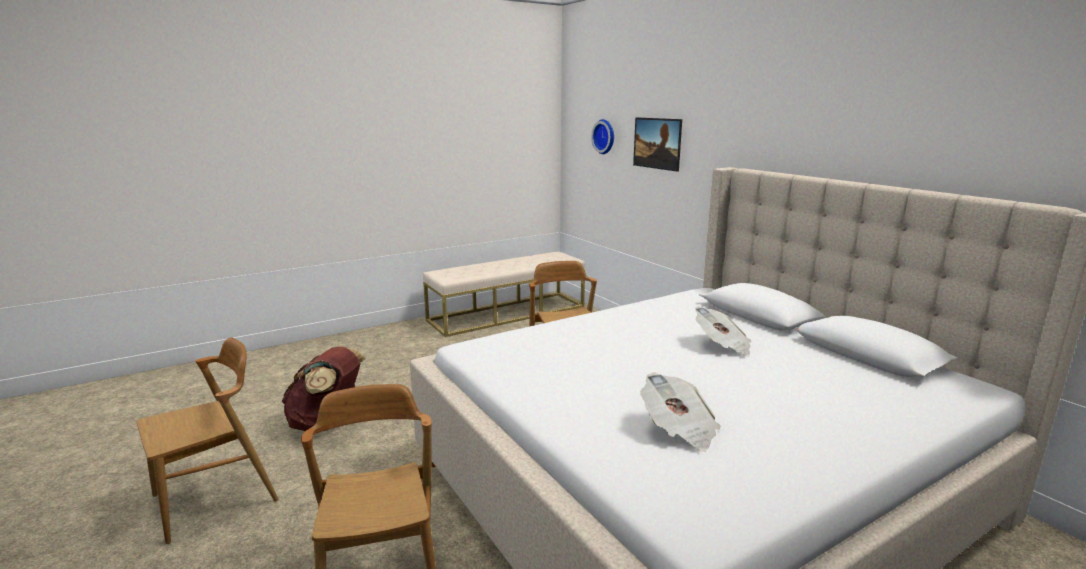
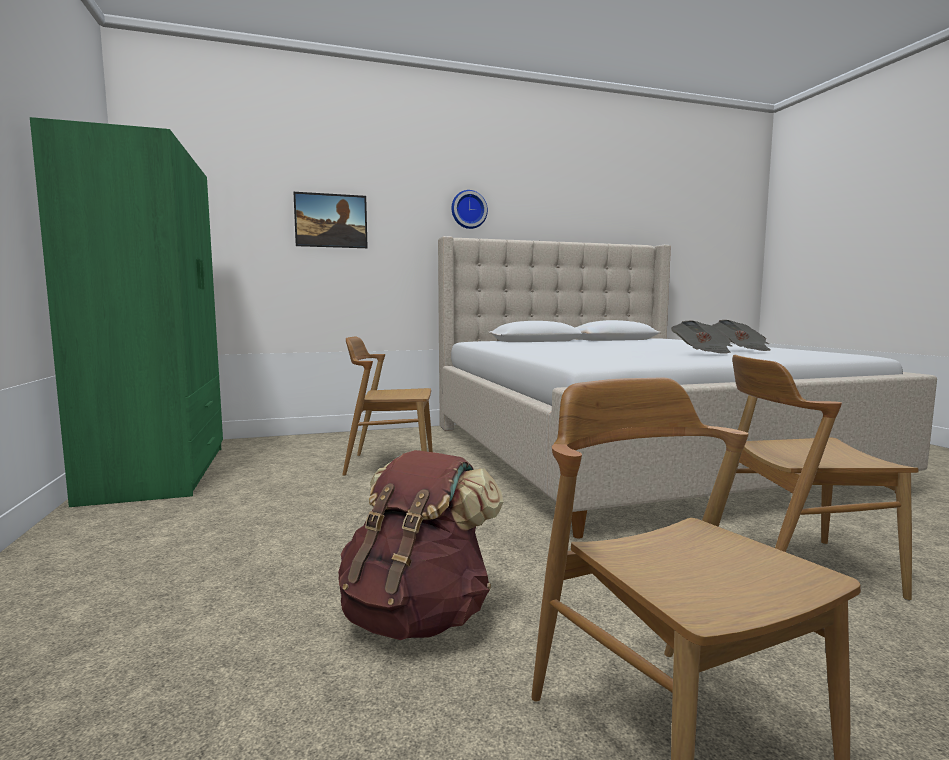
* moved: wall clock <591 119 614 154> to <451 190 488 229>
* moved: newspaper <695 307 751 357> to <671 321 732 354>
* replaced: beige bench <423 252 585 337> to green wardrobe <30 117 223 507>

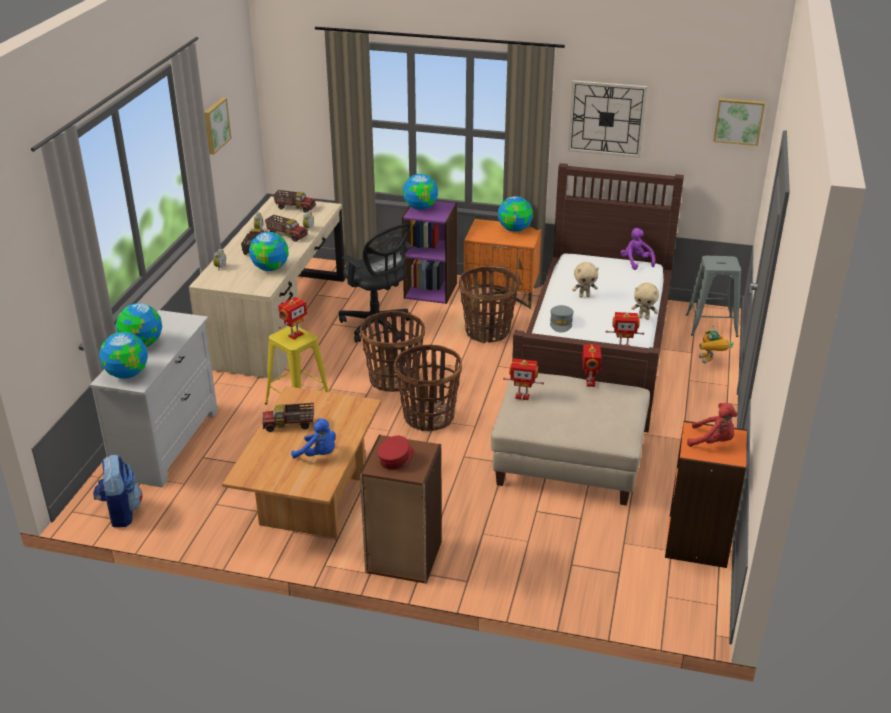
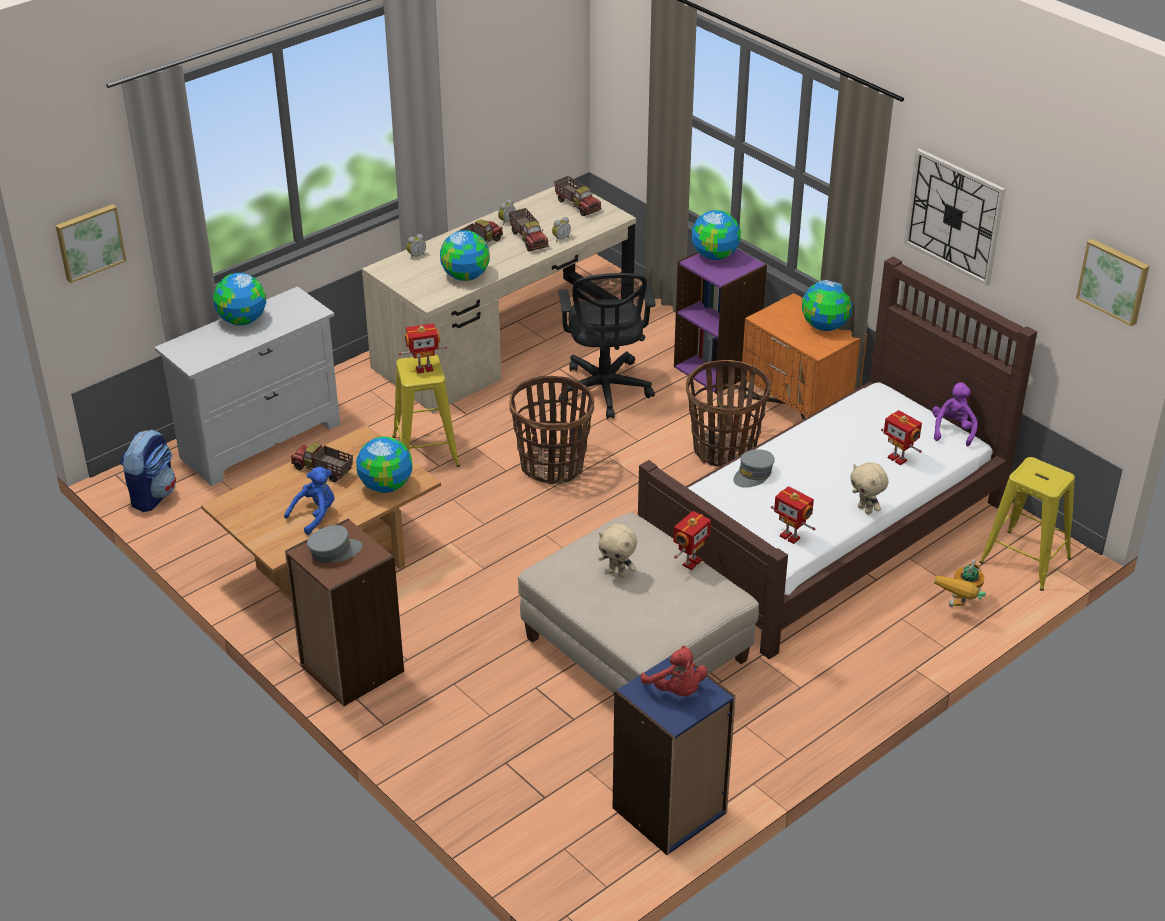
* removed: basket <394 344 462 431>
* moved: globe <99 332 148 379> to <356 437 412 493>
* moved: picture <204 98 231 154> to <55 204 126 283>
* moved: toy robot <503 358 544 400> to <881 410 922 465>
* moved: beige plush toy <572 262 599 298> to <598 524 637 577>
* recoloured: red cap <378 436 414 470> to grey cap <307 525 362 563>
* recoloured: orange bookcase <665 421 747 568> to blue bookcase <613 656 736 855>
* recoloured: grey stool <686 255 741 337> to yellow stool <979 457 1075 591>
* turned: blue plush toy <291 418 336 459> = <284 467 334 535> 105 degrees counterclockwise

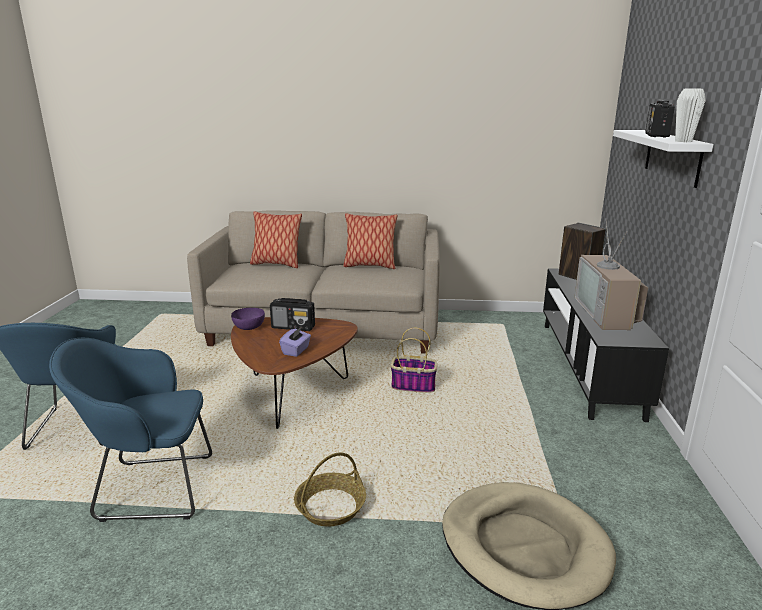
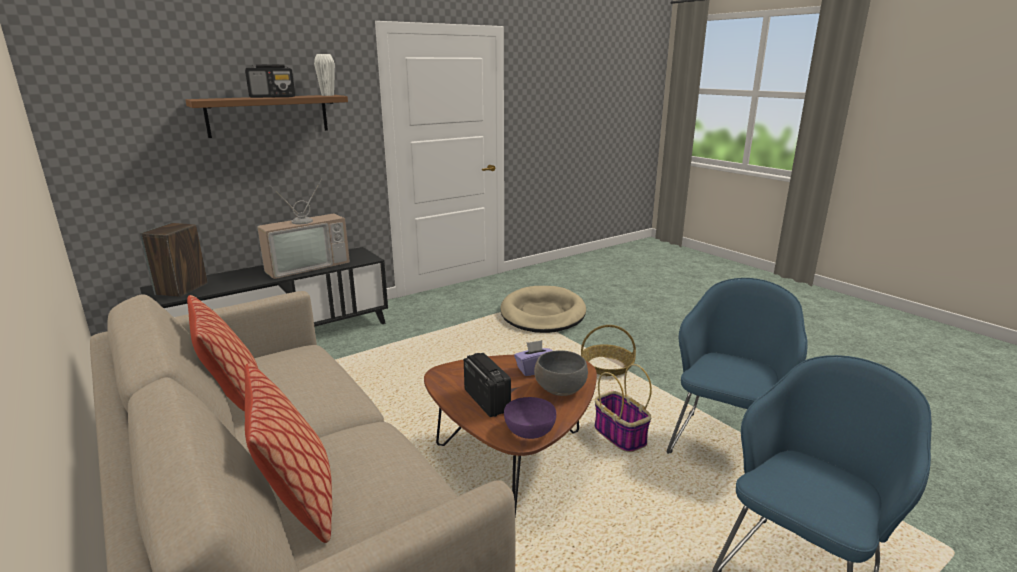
* added: grey bowl <534 350 588 396>
* moved: basket <391 328 437 393> to <594 364 652 452>
* recoloured: white shelf <613 130 714 188> to brown shelf <185 95 348 138>
* turned: blue armchair <49 338 212 522> = <667 278 807 454> 105 degrees counterclockwise

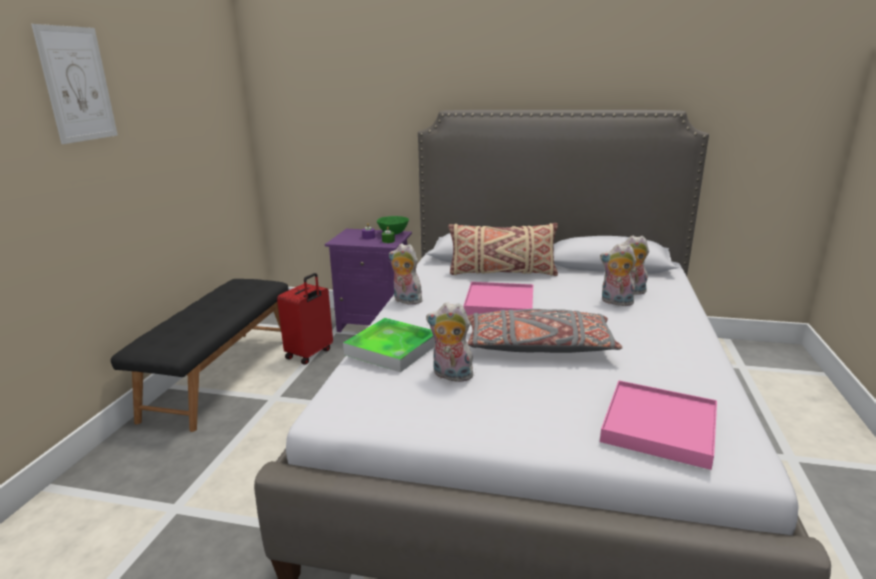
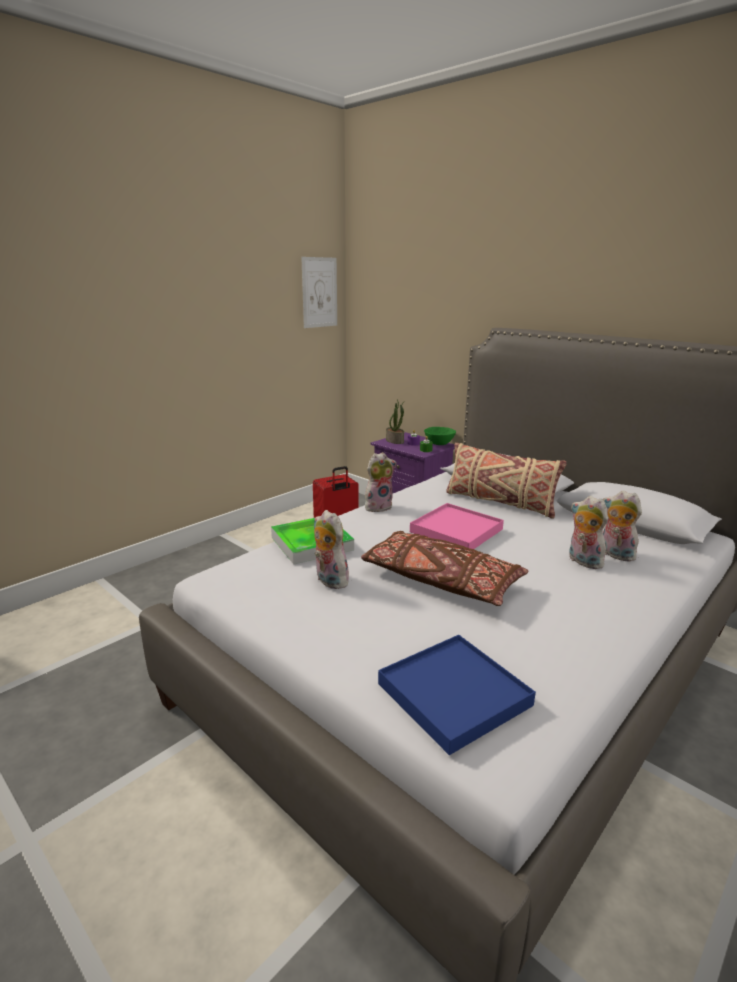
* removed: black bench <111 279 289 432>
* added: potted plant <386 399 405 444>
* moved: picture <31 24 118 144> to <301 257 337 328>
* recoloured: grey pillow <468 309 622 353> to brown pillow <361 531 528 606>
* recoloured: pink tray <600 380 717 470> to blue tray <378 635 536 755>
* turned: plush toy <389 243 422 305> = <365 452 397 512> 90 degrees clockwise

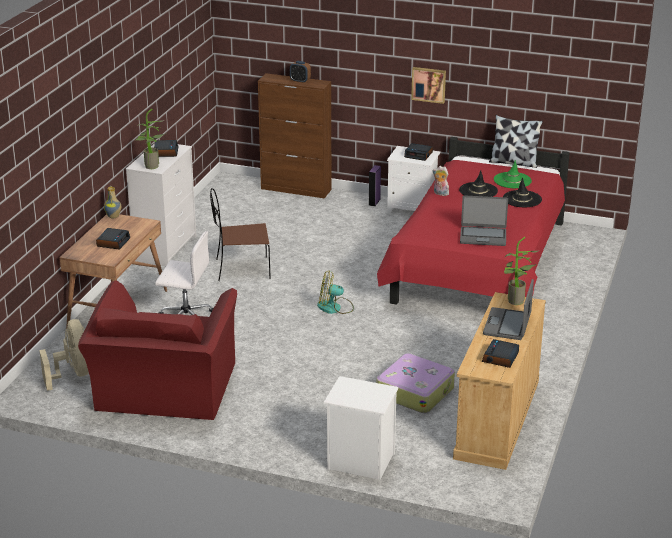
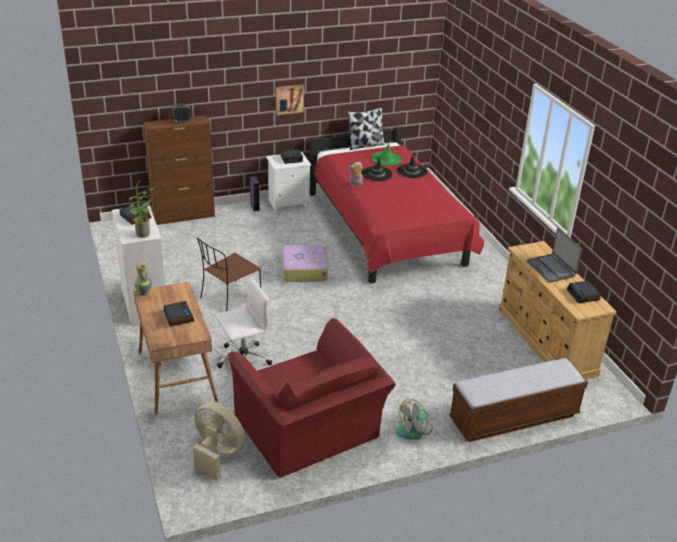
* removed: laptop <460 195 508 246>
* removed: potted plant <504 237 540 305>
* moved: fan <317 271 354 314> to <396 399 433 440>
* moved: suitcase <377 353 455 413> to <282 245 328 282>
* replaced: white nightstand <324 376 398 480> to bench <449 358 588 442>

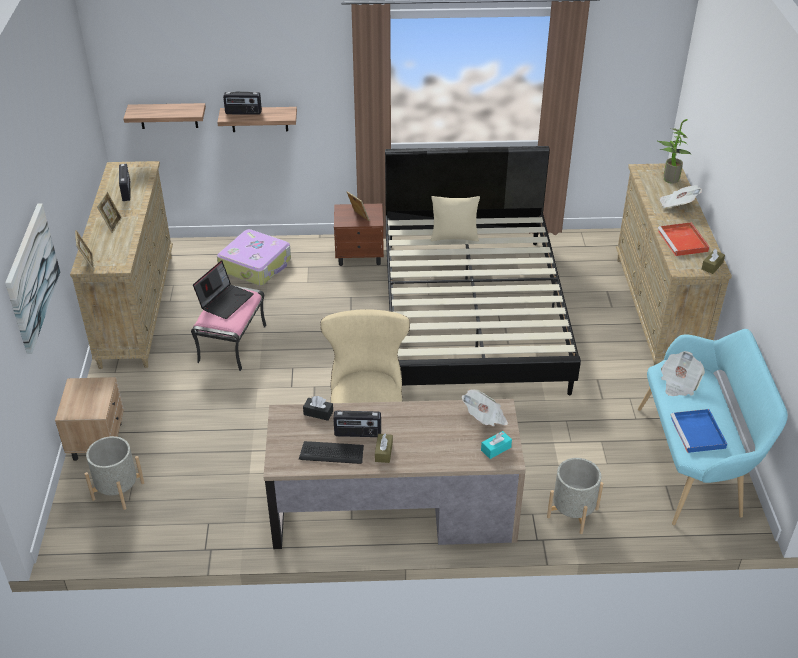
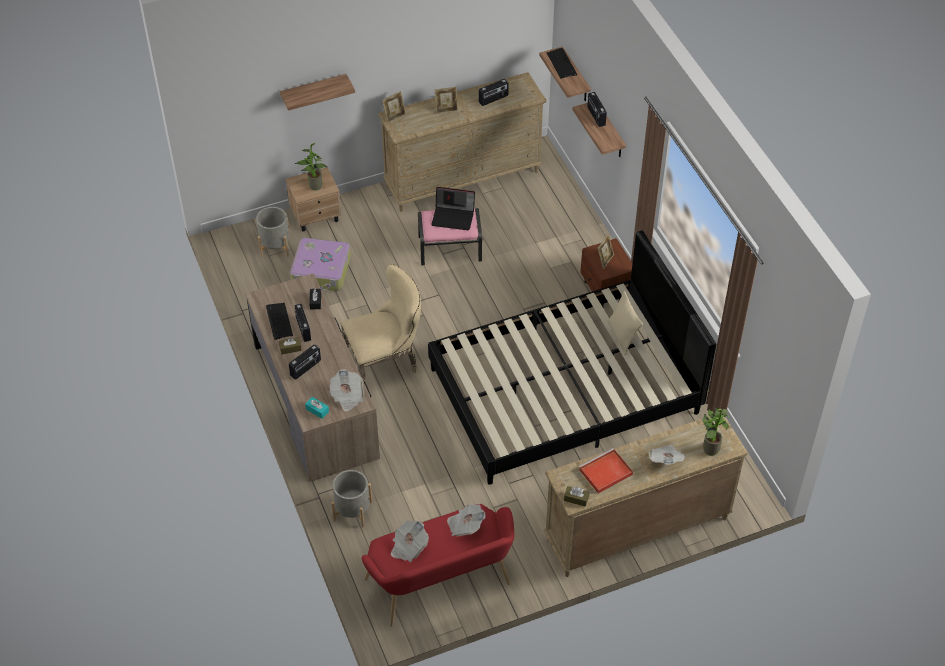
* added: radio <289 344 321 380>
* added: potted plant <295 143 327 191>
* added: keyboard <547 48 577 79>
* moved: suitcase <217 229 291 286> to <290 238 351 291>
* replaced: picture <5 203 60 354> to shelf <280 74 355 111>
* replaced: blue tray <670 409 727 453> to newspaper <391 521 429 562>
* recoloured: turquoise bench <638 329 788 525> to red bench <362 504 514 627>

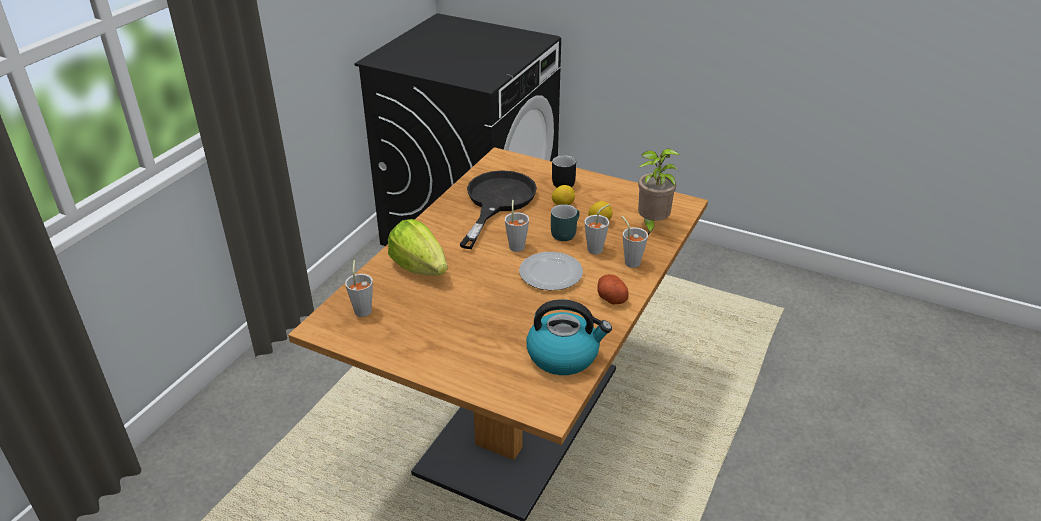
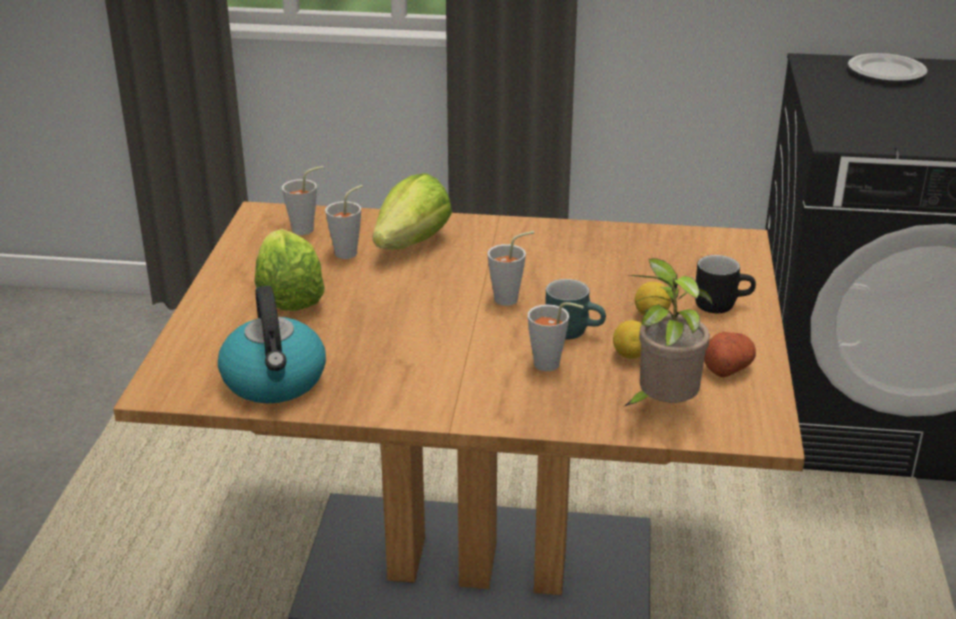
* removed: black frying pan <460 170 537 249>
* added: lettuce <255 229 325 311>
* moved: plate <519 252 583 290> to <848 53 928 82>
* moved: potato <597 274 629 304> to <704 332 756 378>
* moved: grey cup <622 216 648 268> to <325 185 363 259>

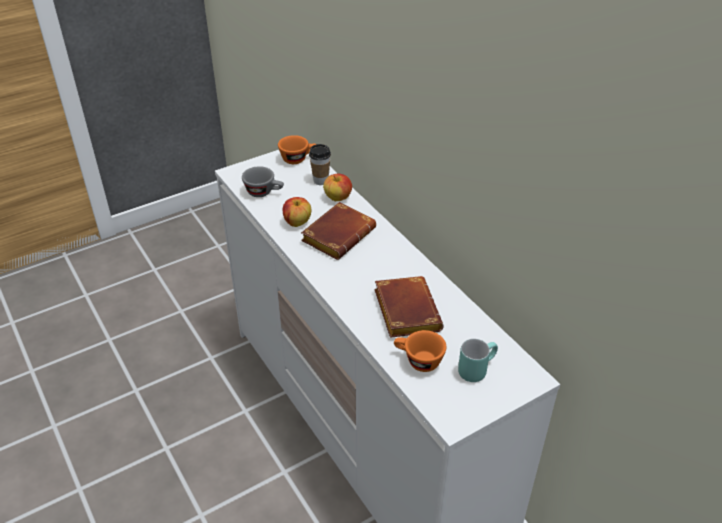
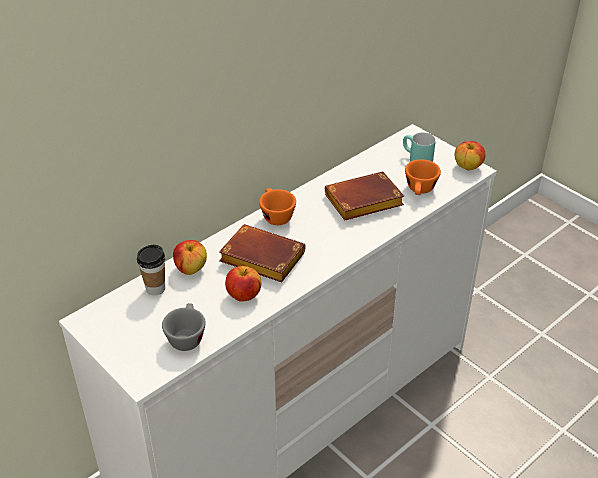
* added: apple <455 141 485 170>
* moved: orange cup <278 135 316 164> to <259 188 296 225>

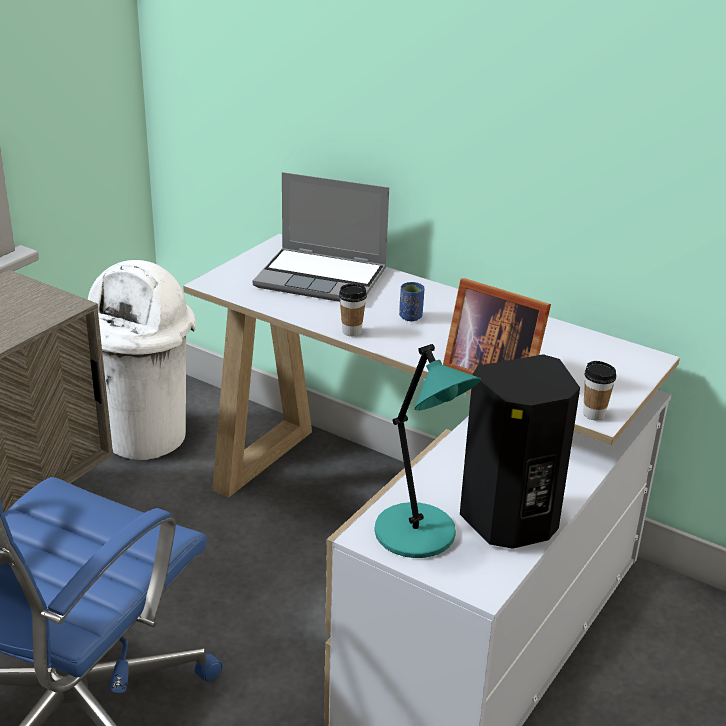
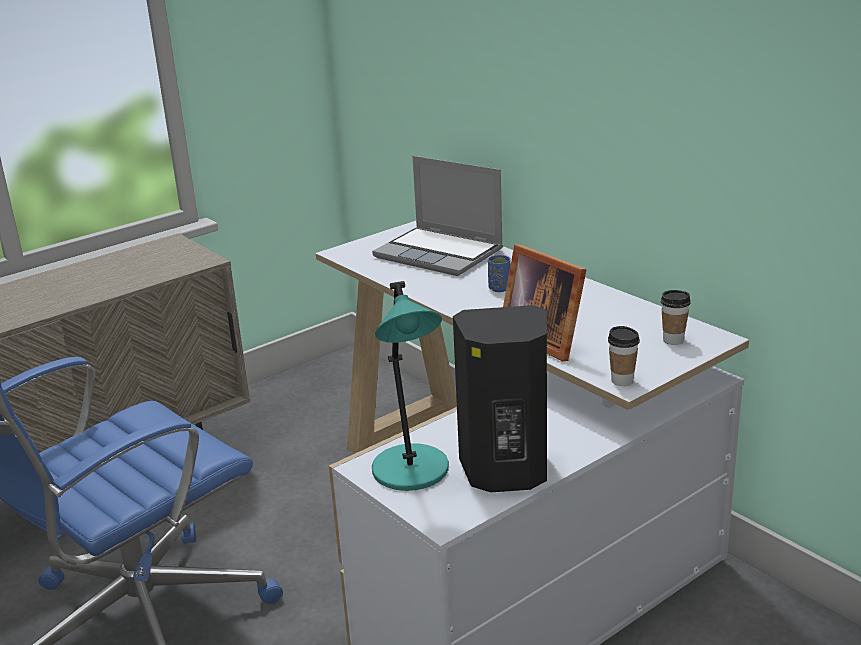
* removed: white trash can <87 260 196 460>
* moved: cup <339 284 367 336> to <661 290 691 345>

